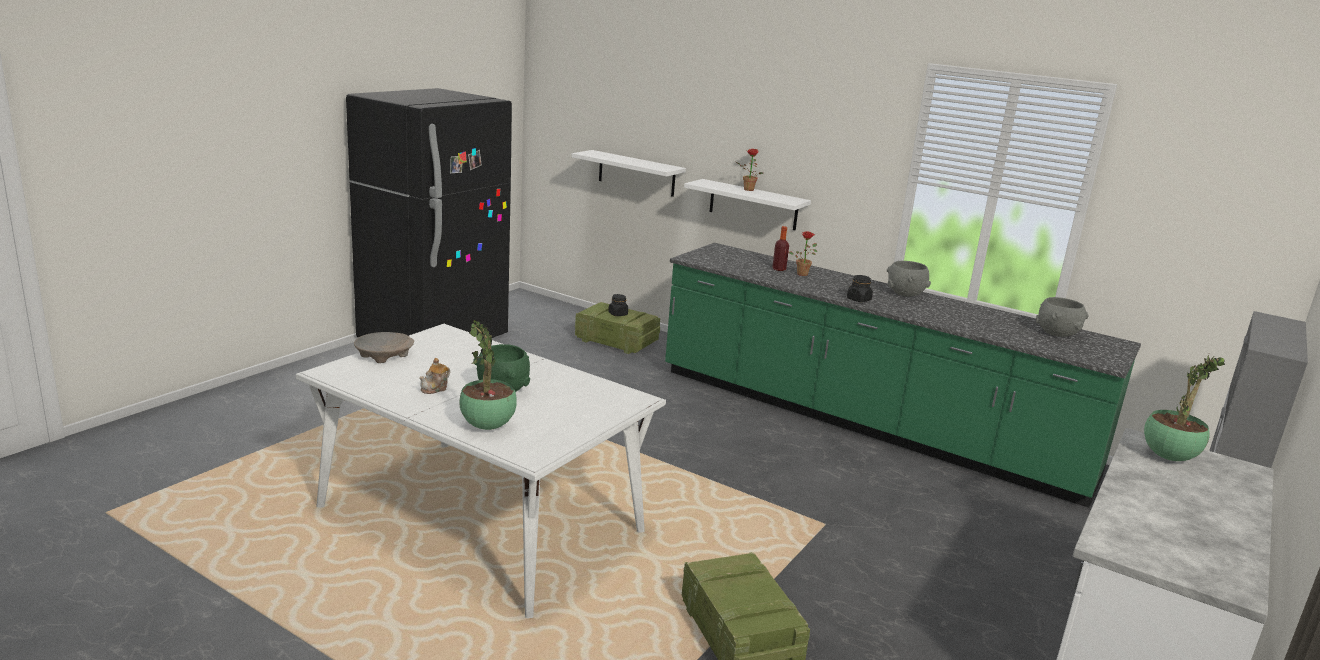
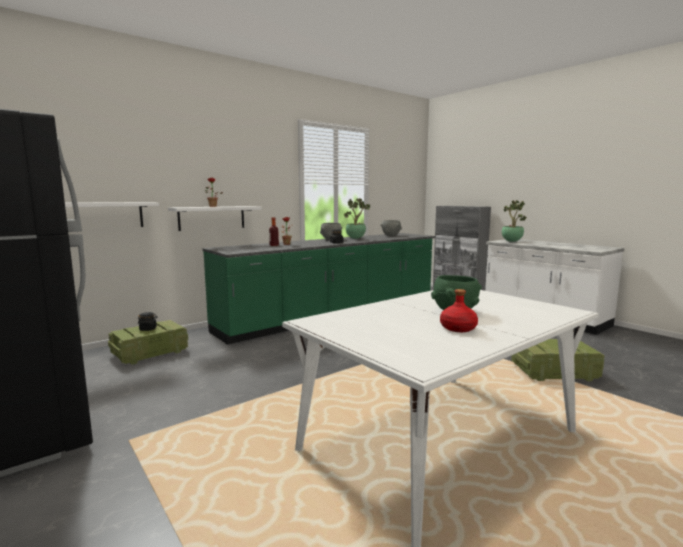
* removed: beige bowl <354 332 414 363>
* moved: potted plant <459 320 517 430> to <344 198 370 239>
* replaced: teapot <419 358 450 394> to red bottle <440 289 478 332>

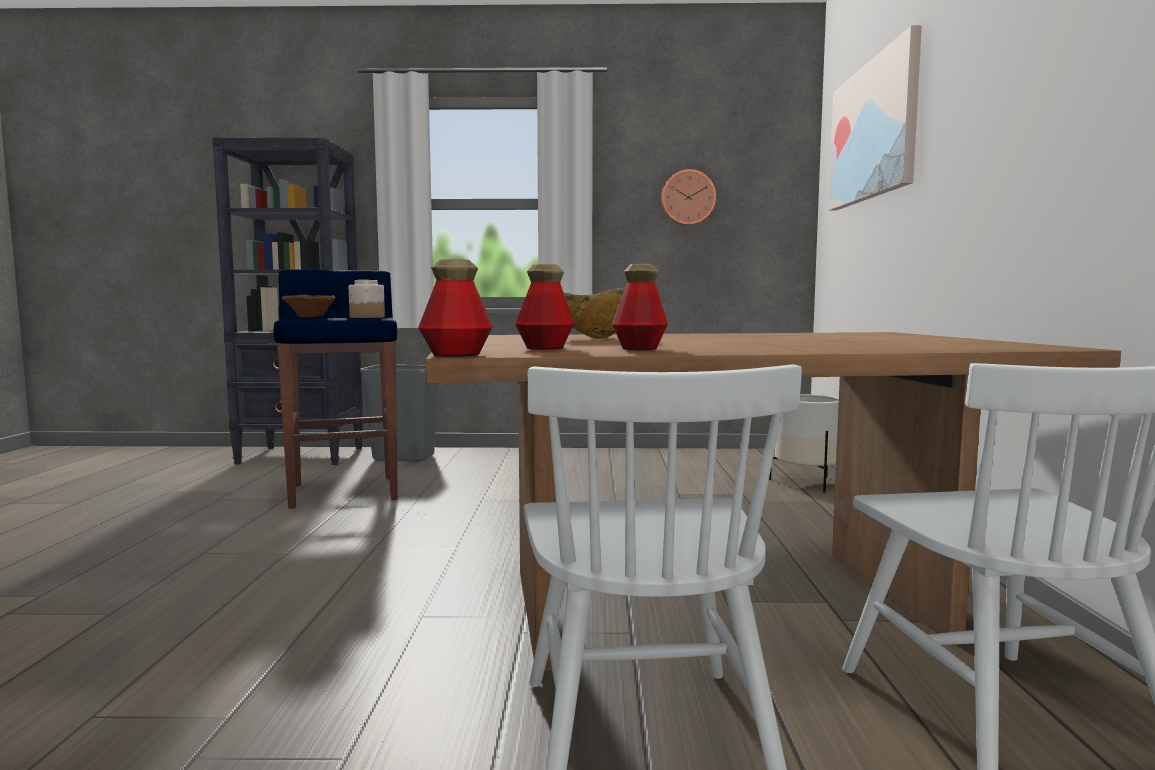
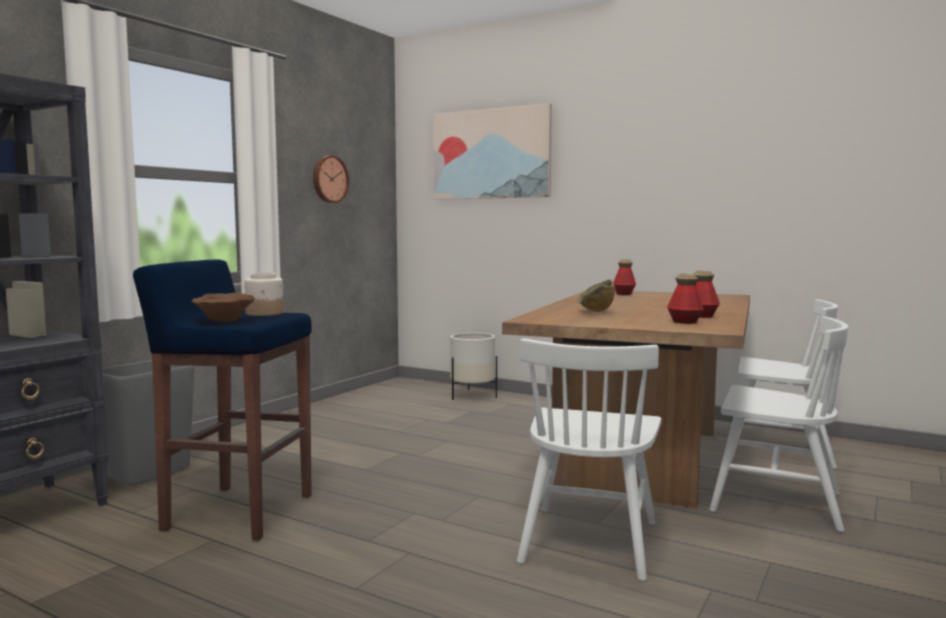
* added: white chair <517 338 662 581>
* moved: bottle <418 259 493 357> to <613 260 636 295>

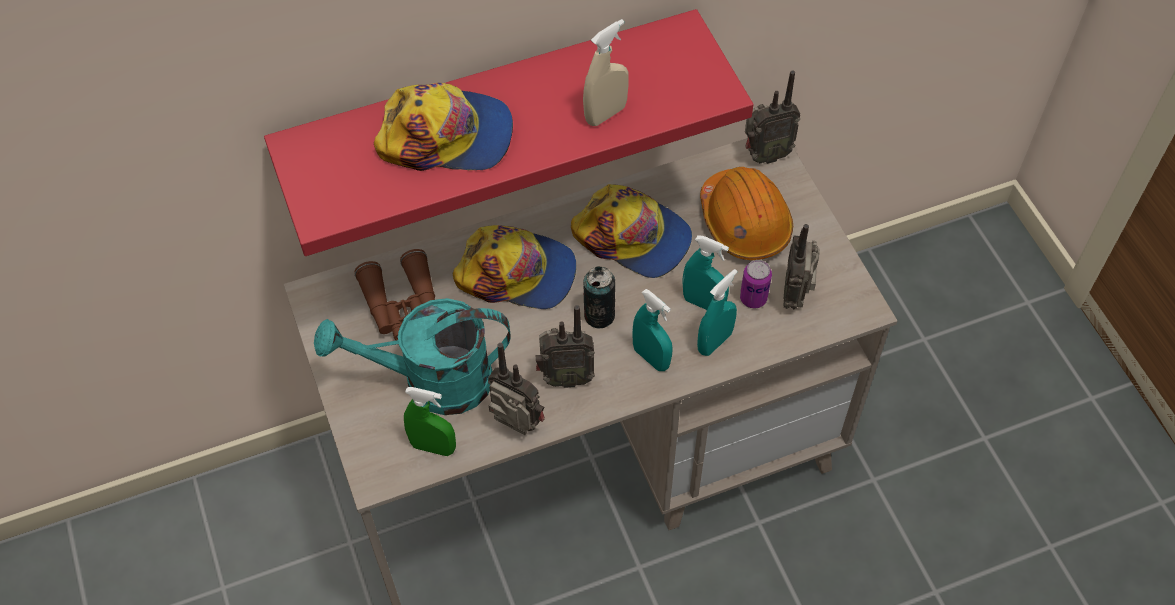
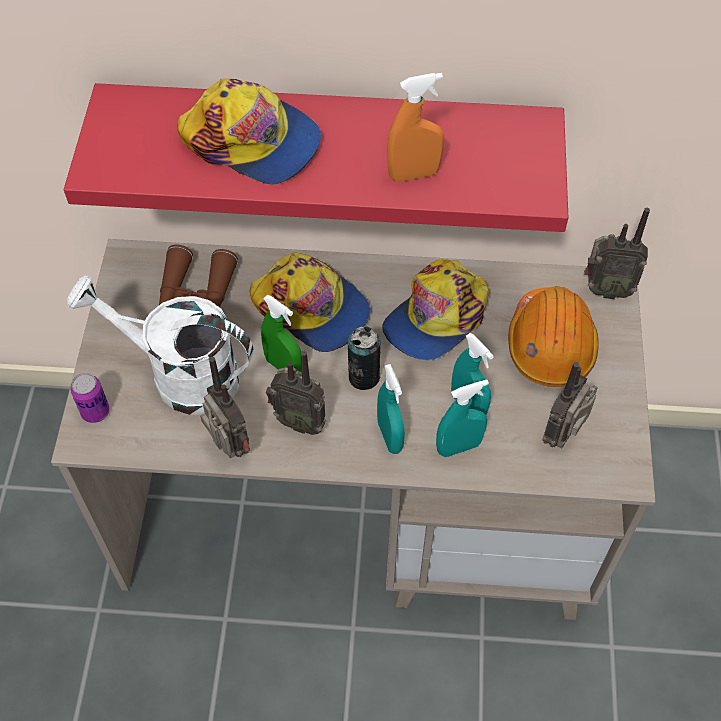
* moved: green spray bottle <404 387 456 456> to <261 295 302 372>
* moved: can <740 260 772 308> to <70 373 109 423>
* recoloured: turquoise watering can <314 298 511 415> to white watering can <67 275 254 415>
* recoloured: beige spray bottle <583 19 629 126> to orange spray bottle <387 73 444 182>
* turned: cap <571 184 692 278> = <382 259 489 360> 75 degrees clockwise

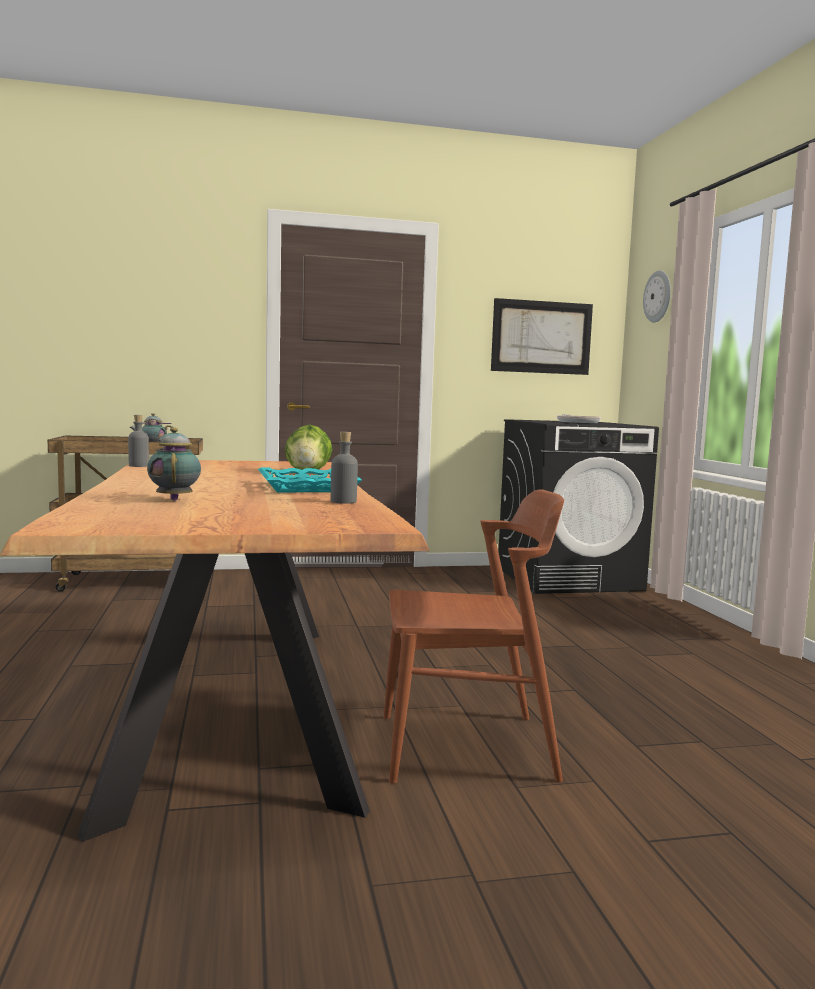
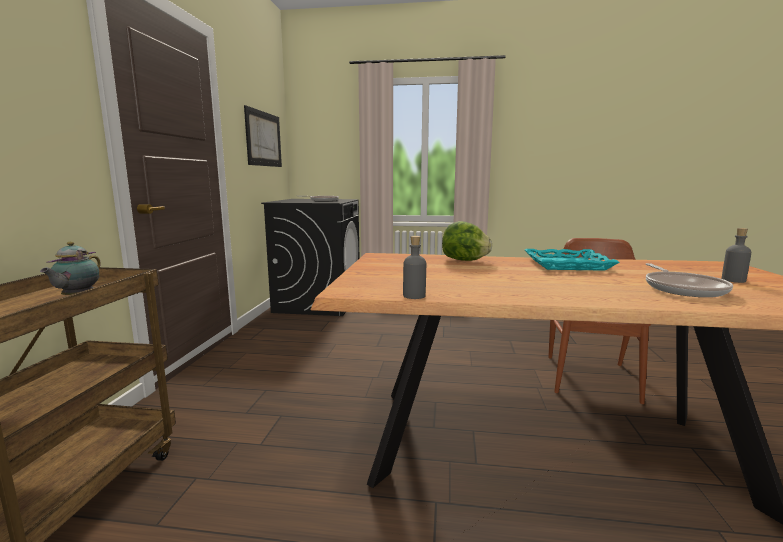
* removed: wall clock <643 270 671 322>
* moved: grey bottle <331 432 358 504> to <721 228 751 283>
* replaced: teapot <147 428 201 501> to frying pan <645 263 733 297>

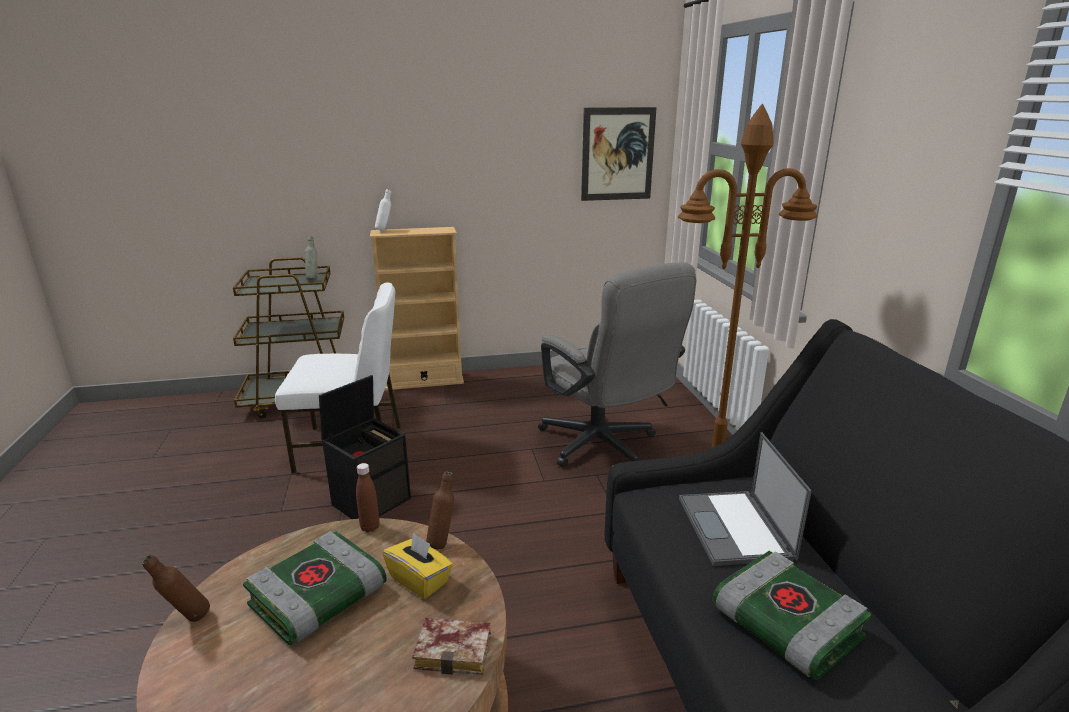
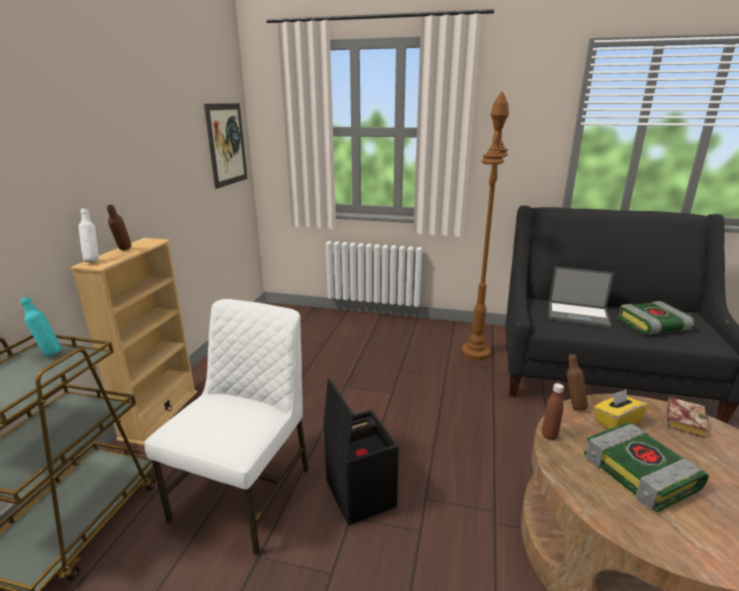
* removed: grey office chair <538 262 696 467>
* moved: brown bottle <142 555 210 622> to <107 204 131 250>
* recoloured: grey bottle <305 237 317 280> to turquoise bottle <20 297 62 357>

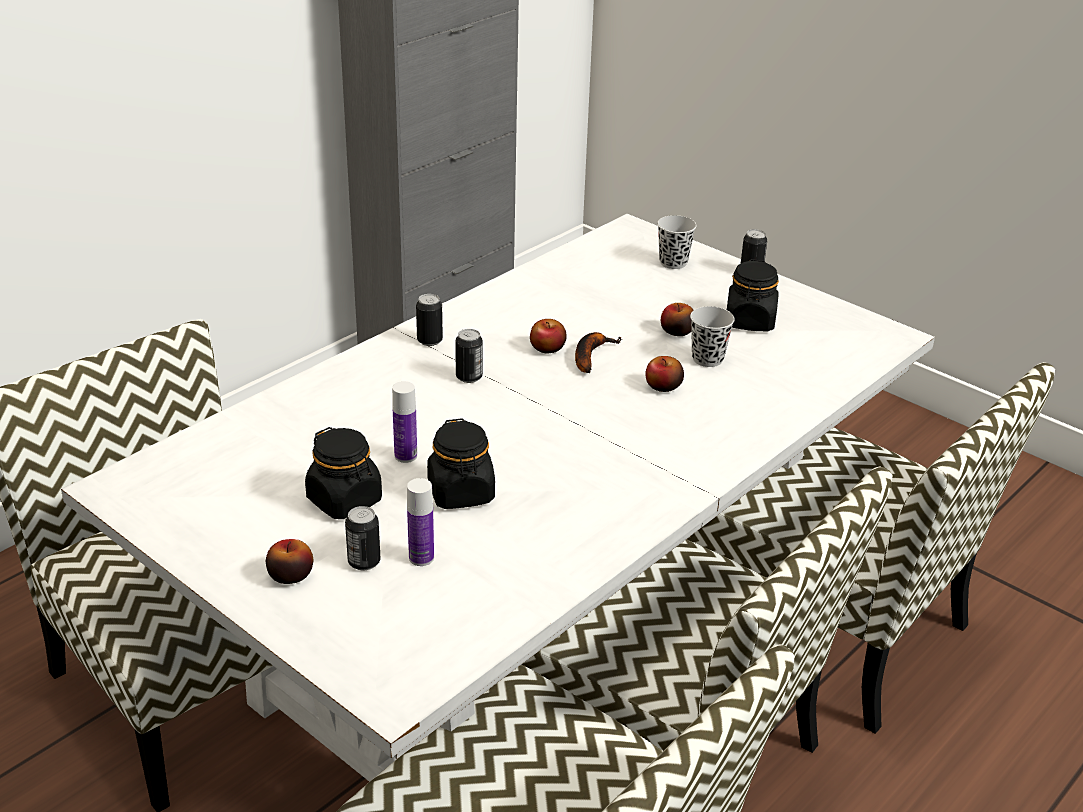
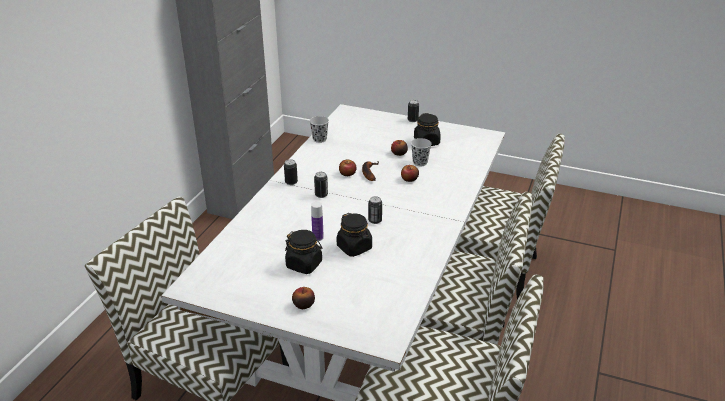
* removed: bottle <407 478 434 566>
* moved: can <345 506 380 571> to <368 196 382 224>
* moved: black cup <657 215 697 269> to <309 116 329 143>

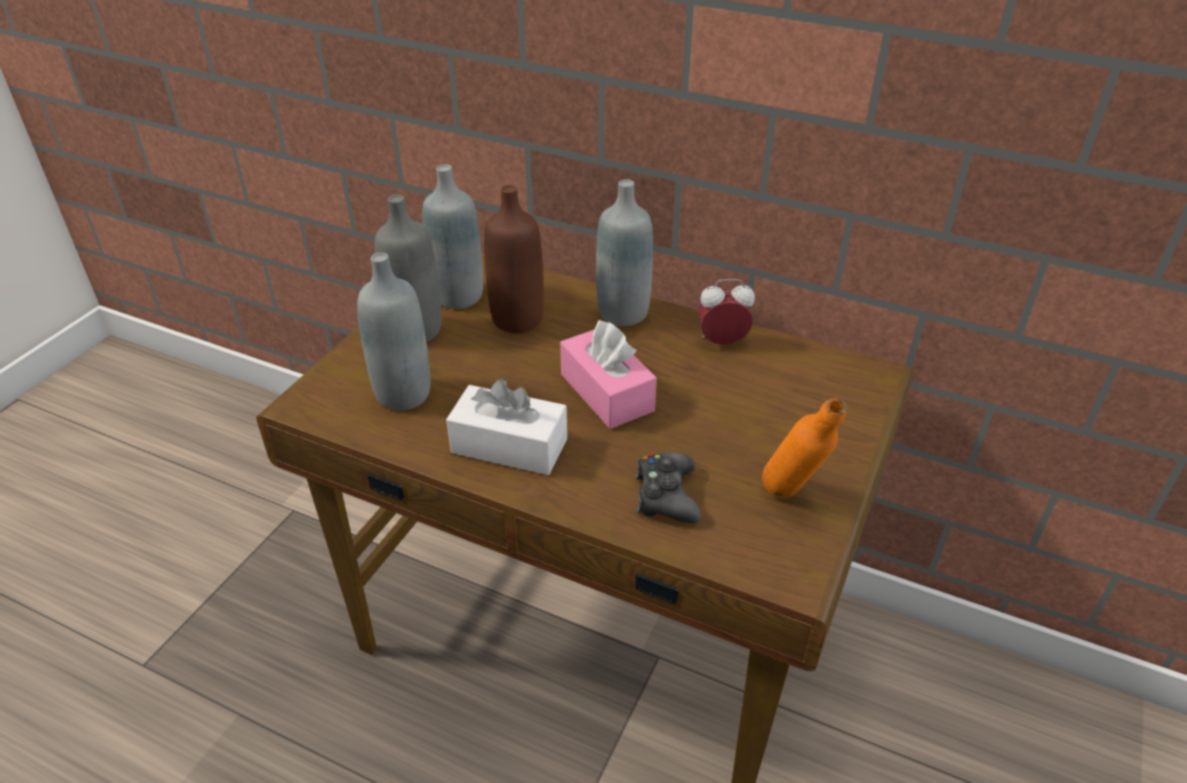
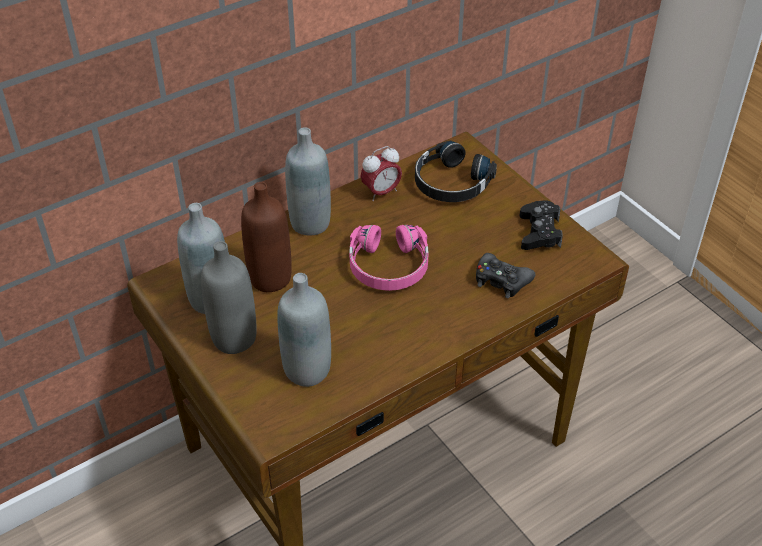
* removed: white tissue box <446 379 567 475>
* added: black headphones <415 140 497 202>
* replaced: pink tissue box <560 320 657 429> to pink headphones <349 225 429 291>
* replaced: orange bottle <762 398 847 498> to black game controller <520 201 563 250>
* turned: alarm clock <698 279 755 345> = <360 146 402 201> 150 degrees counterclockwise

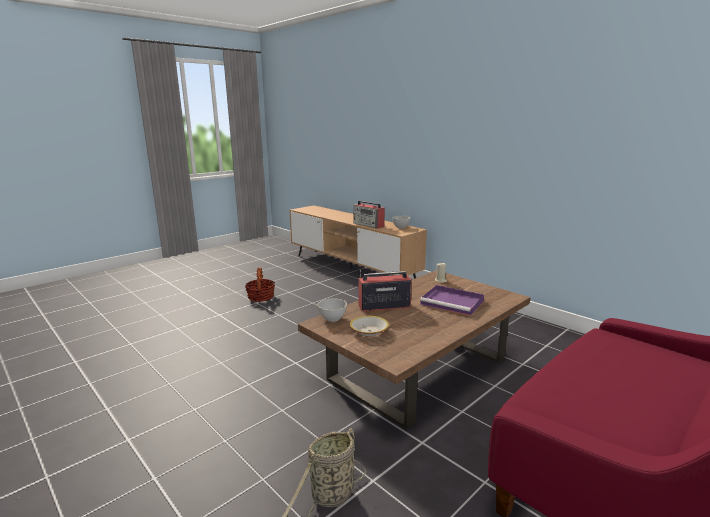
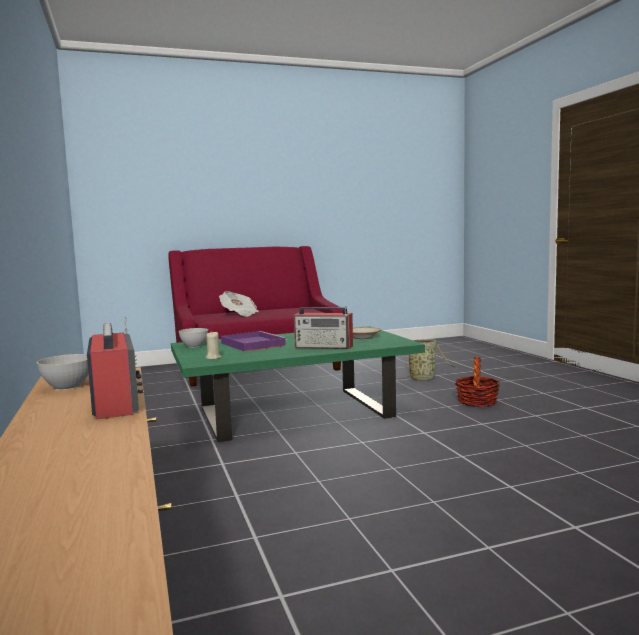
* added: newspaper <219 291 259 317>
* moved: basket <245 267 275 302> to <455 357 500 407>
* moved: grey bowl <318 298 347 322> to <179 328 208 347>
* recoloured: brown coffee table <298 270 531 430> to green coffee table <171 326 425 442>

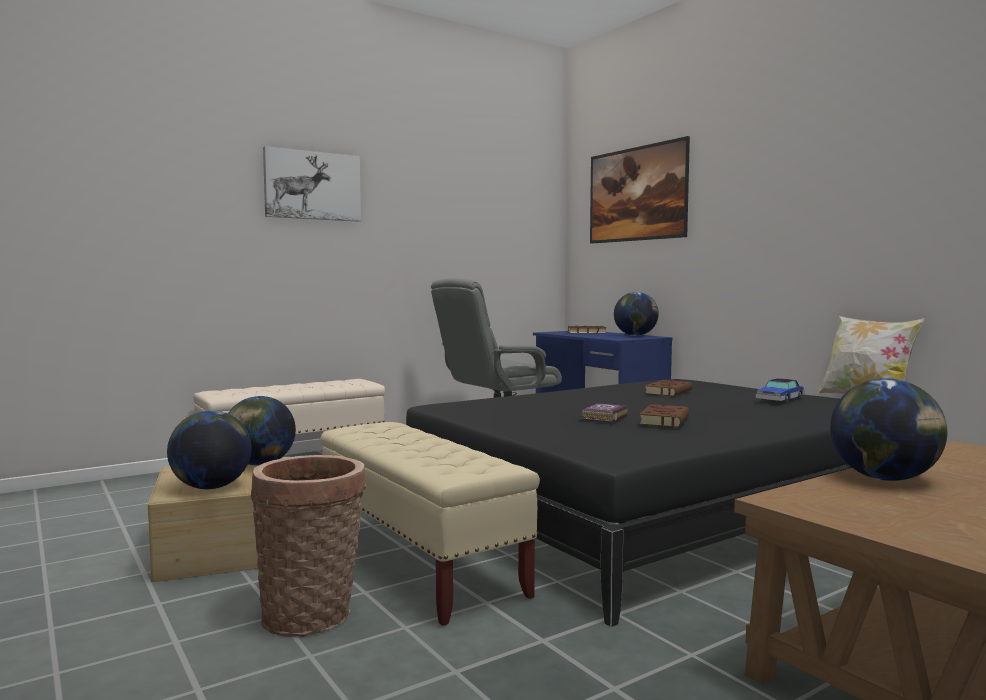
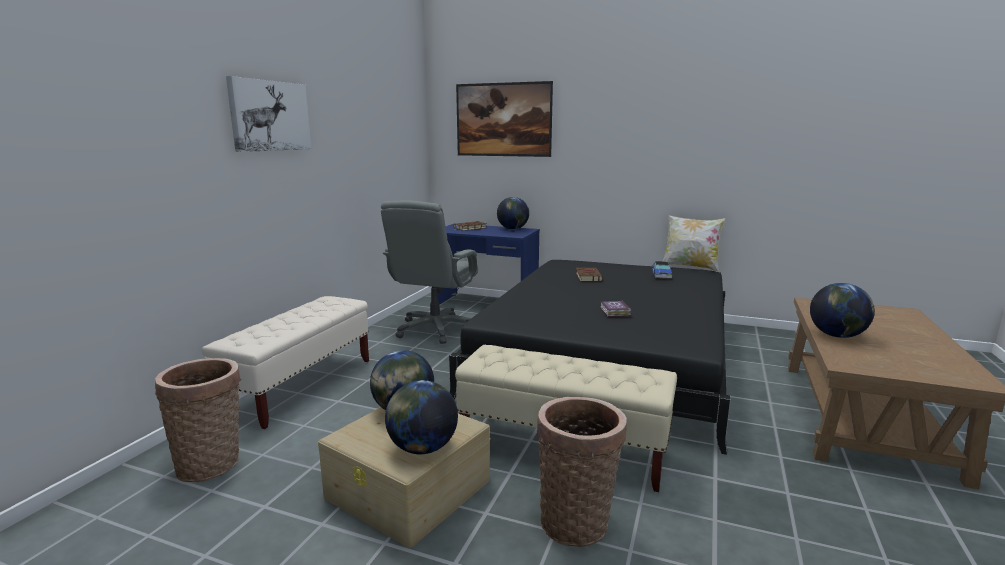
* removed: brown book <639 404 690 427>
* added: basket <155 358 241 482>

